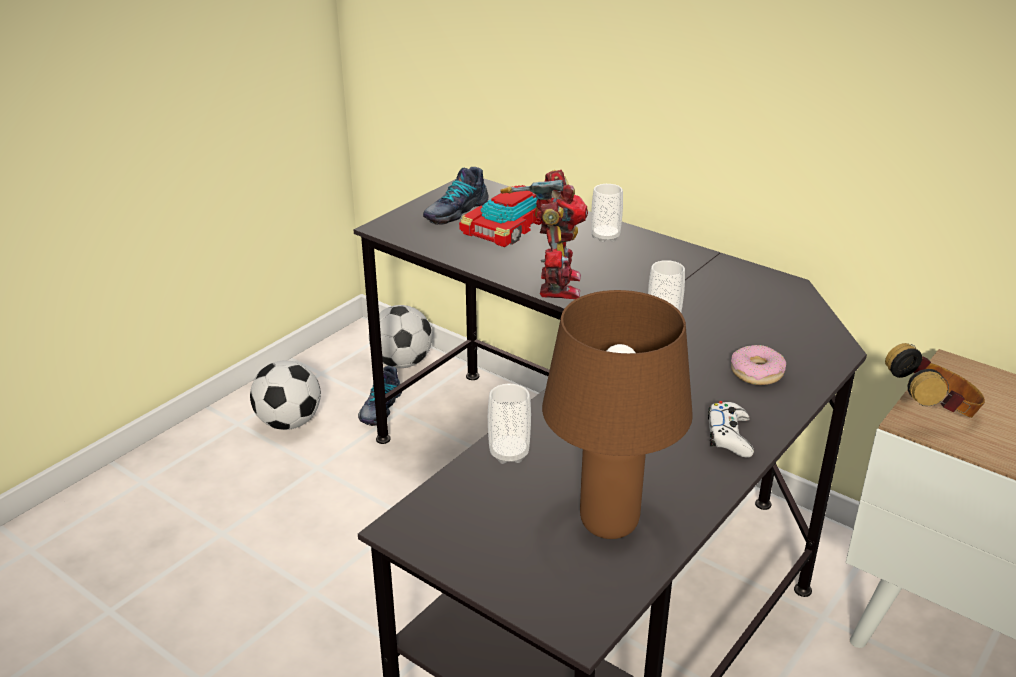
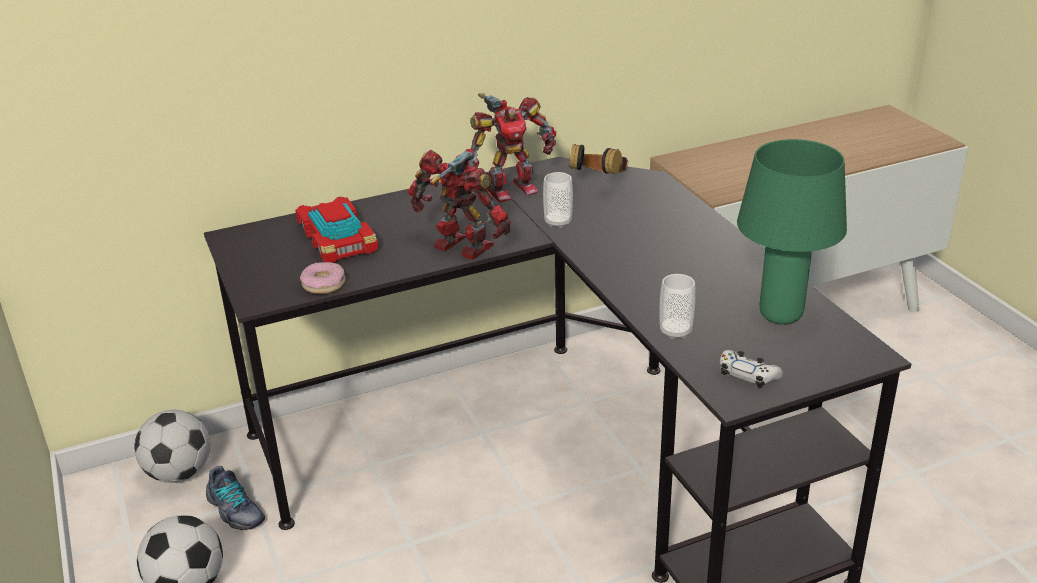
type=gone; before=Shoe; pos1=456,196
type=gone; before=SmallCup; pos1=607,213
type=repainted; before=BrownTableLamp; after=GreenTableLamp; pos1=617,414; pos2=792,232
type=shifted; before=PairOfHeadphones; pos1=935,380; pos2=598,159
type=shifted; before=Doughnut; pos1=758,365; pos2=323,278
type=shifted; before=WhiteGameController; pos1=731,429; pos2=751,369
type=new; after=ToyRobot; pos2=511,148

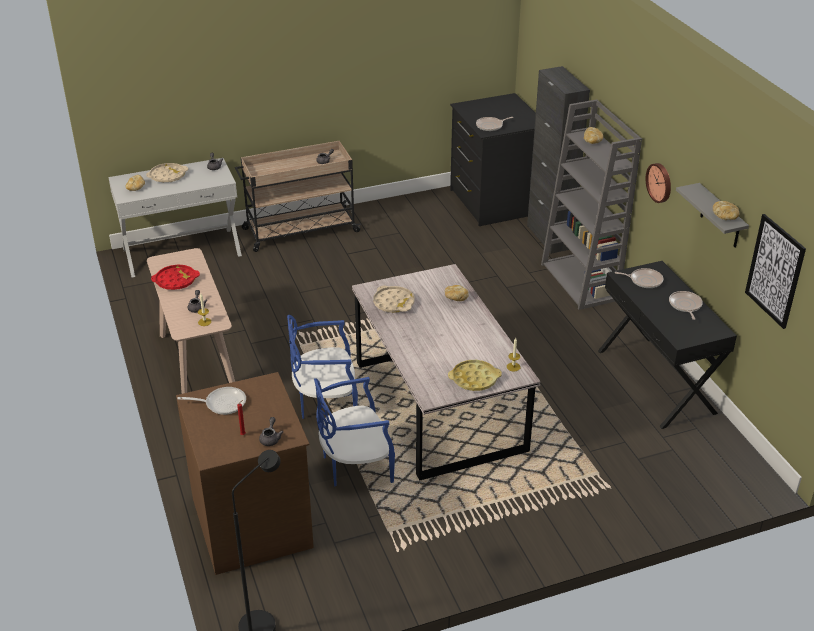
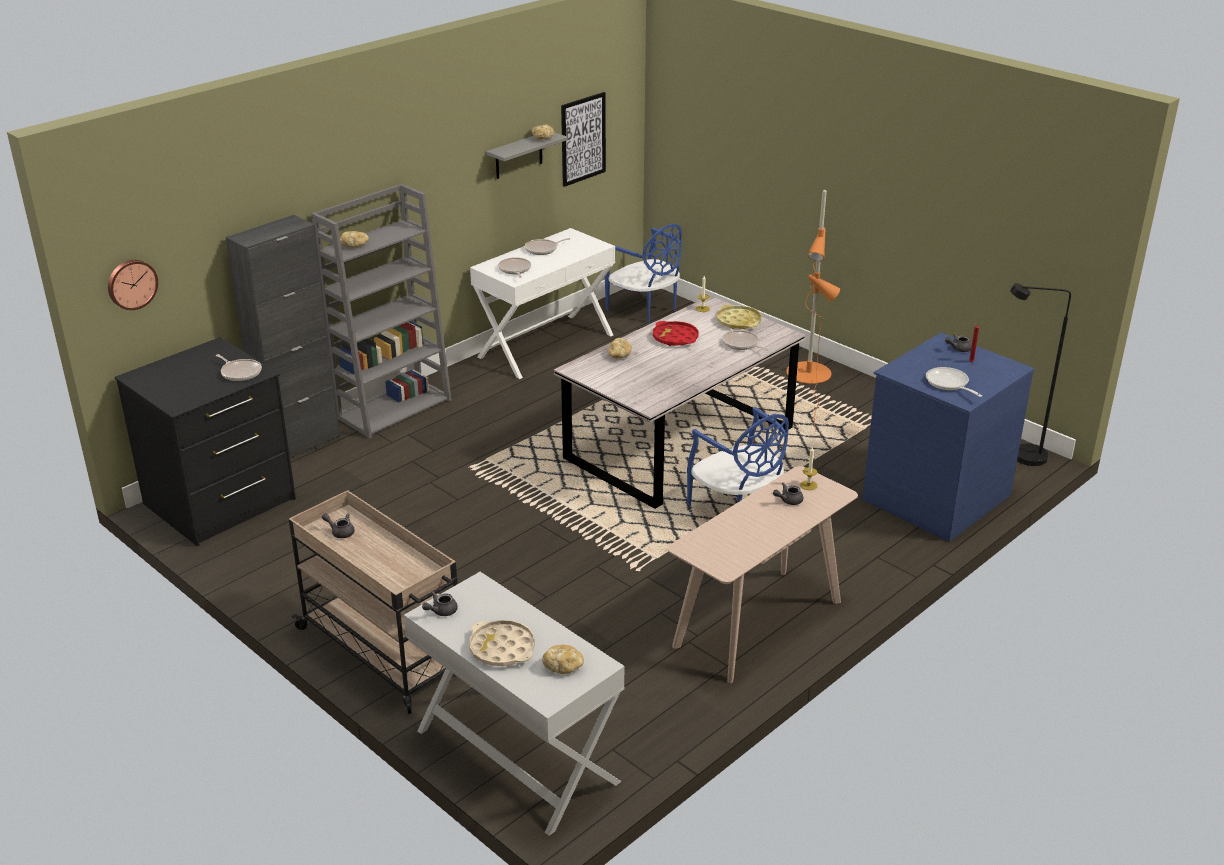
type=shifted; before=WallClock; pos1=658,183; pos2=133,285
type=repainted; before=BlackishConsoleTable; after=WhiteConsoleTable; pos1=667,345; pos2=542,303
type=shifted; before=RedCarryingTray; pos1=175,277; pos2=675,333
type=gone; before=BeigeCarryingTray; pos1=394,299
type=repainted; before=BrownDresser; after=BlueColouredDresser; pos1=245,473; pos2=948,437
type=shifted; before=BlueColouredChair; pos1=354,431; pos2=643,273
type=new; after=OrangeFloorLamp; pos2=813,310
type=new; after=Skillet; pos2=745,340

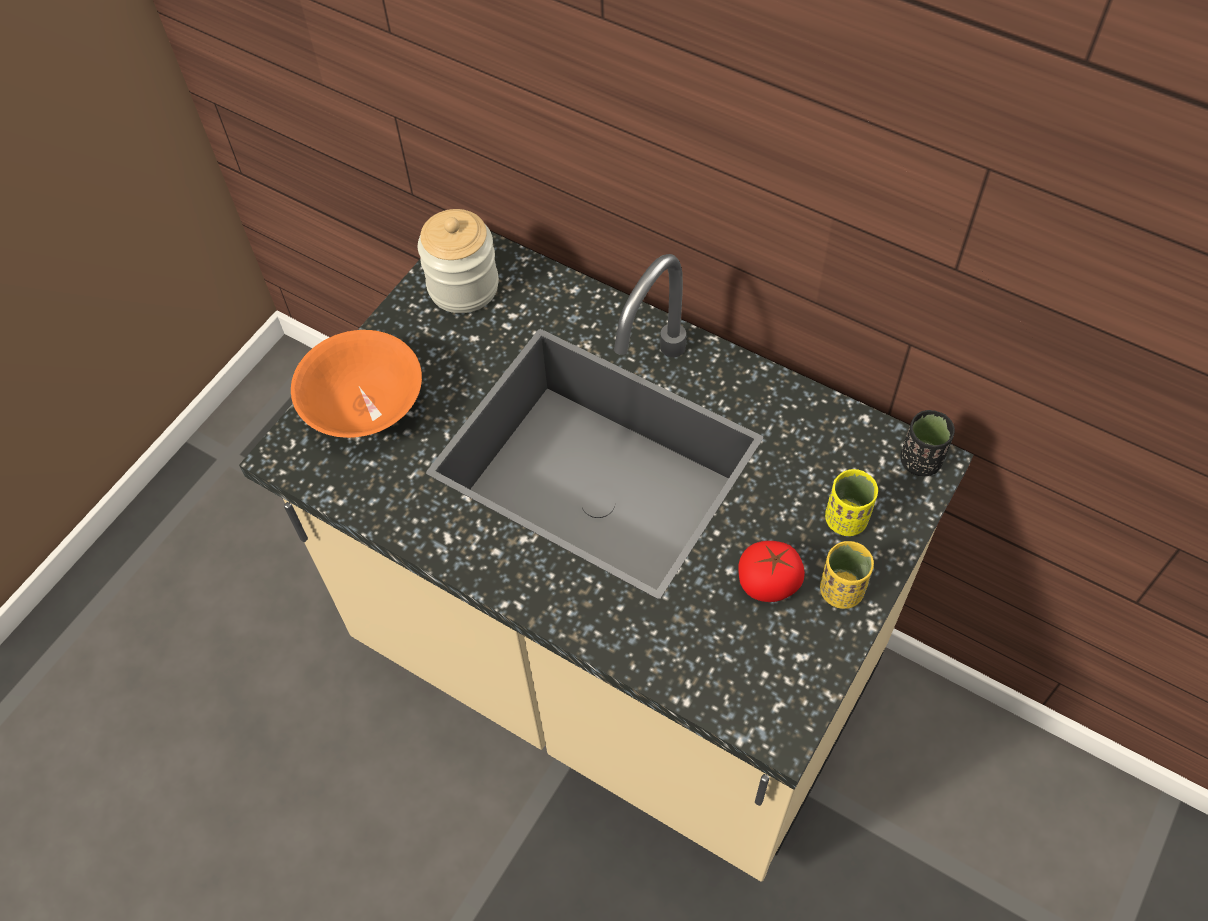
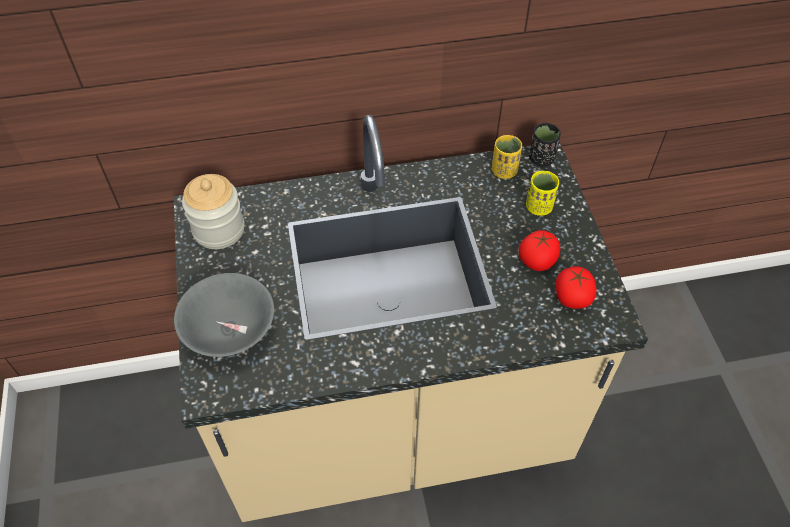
type=repainted; before=OrangeDeepDish; after=GreyDeepDish; pos1=356,384; pos2=224,315
type=shifted; before=YellowishSmallCup; pos1=847,575; pos2=507,157
type=new; after=Tomato; pos2=576,287

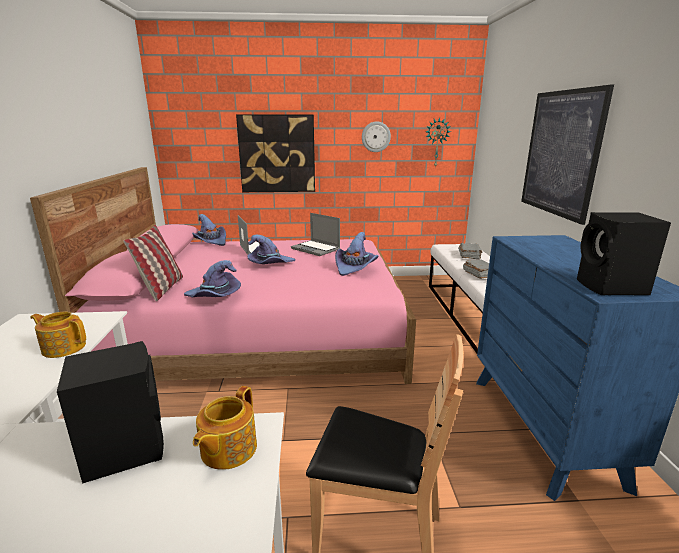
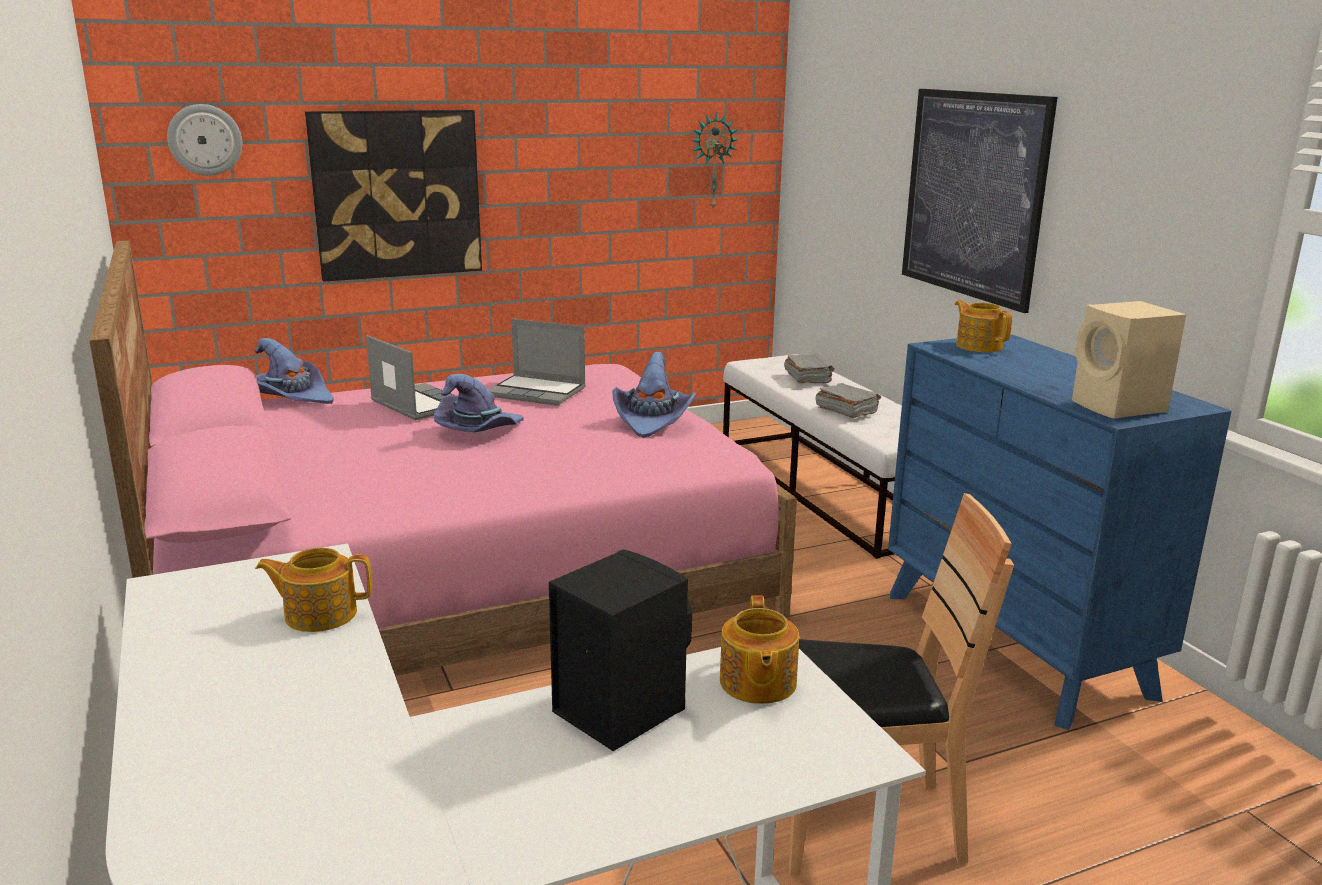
type=shifted; before=WallClock; pos1=376,136; pos2=204,140
type=repainted; before=BlackishLoudspeaker; after=BeigeLoudspeaker; pos1=624,253; pos2=1129,360
type=gone; before=Pillow; pos1=153,263
type=gone; before=PurpleColouredWearableHat; pos1=212,278
type=new; after=TeaPot; pos2=983,326

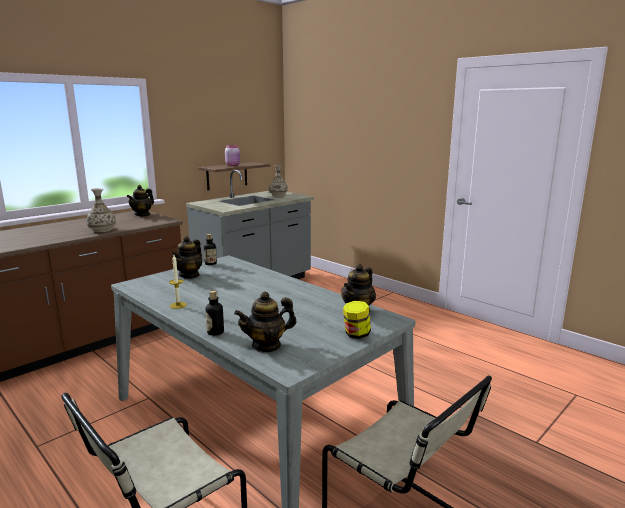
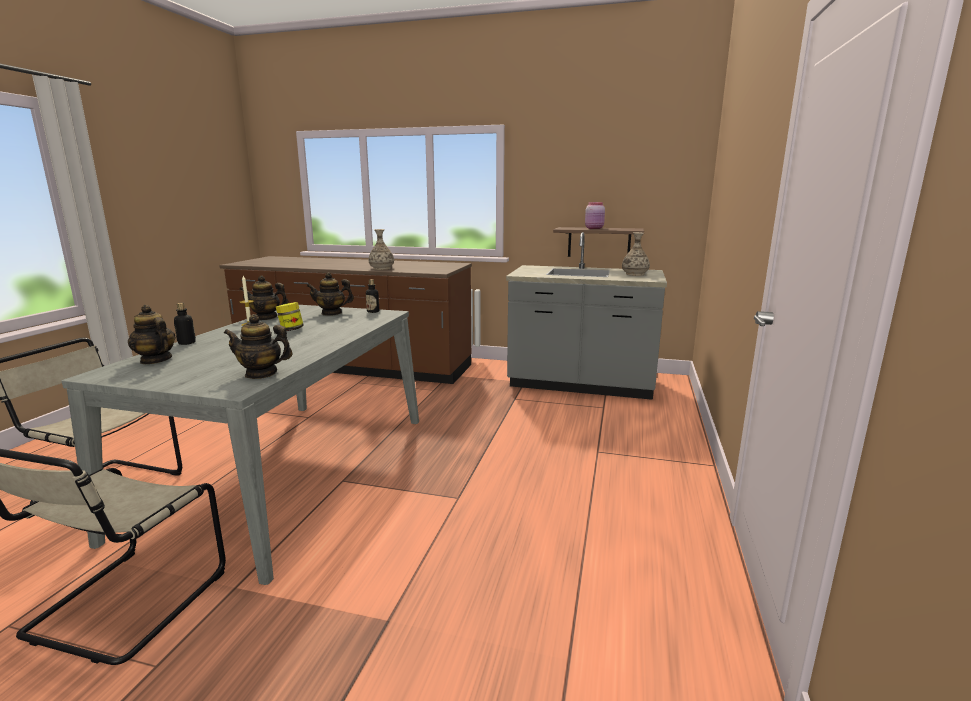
type=shifted; before=TeaPot; pos1=140,200; pos2=264,298
type=shifted; before=StorageJar; pos1=357,320; pos2=290,316

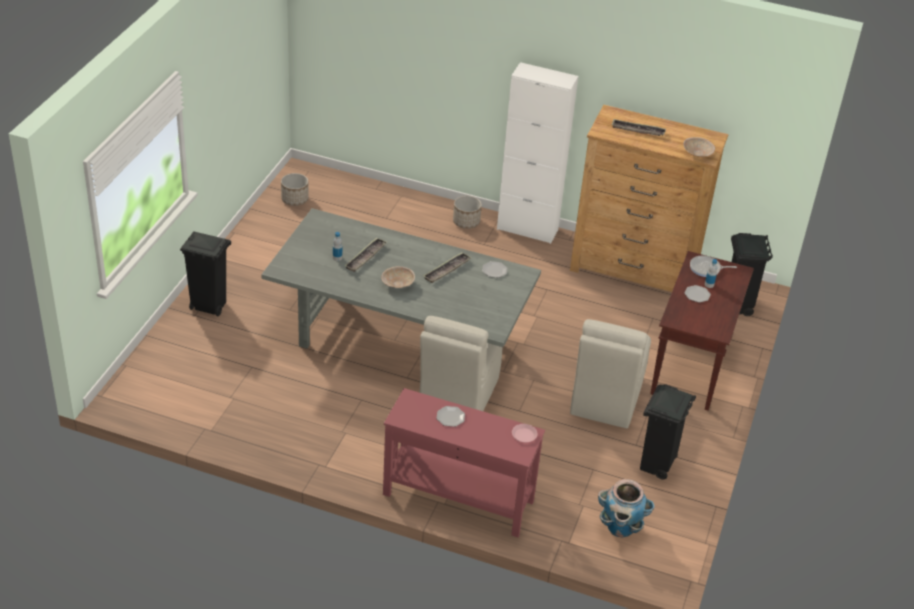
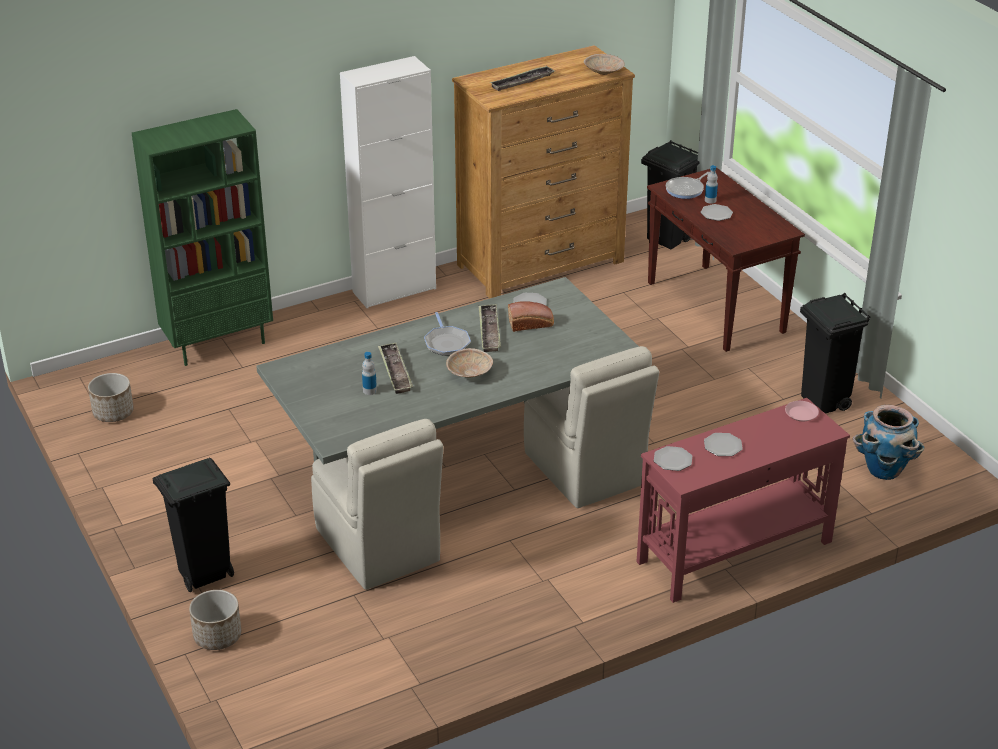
type=shifted; before=Planter; pos1=467,212; pos2=215,620
type=shifted; before=BeigeChair; pos1=610,373; pos2=377,504
type=new; after=GreenBookcase; pos2=202,237
type=new; after=Bread; pos2=531,316
type=new; after=Skillet; pos2=447,334
type=new; after=Plate; pos2=673,458

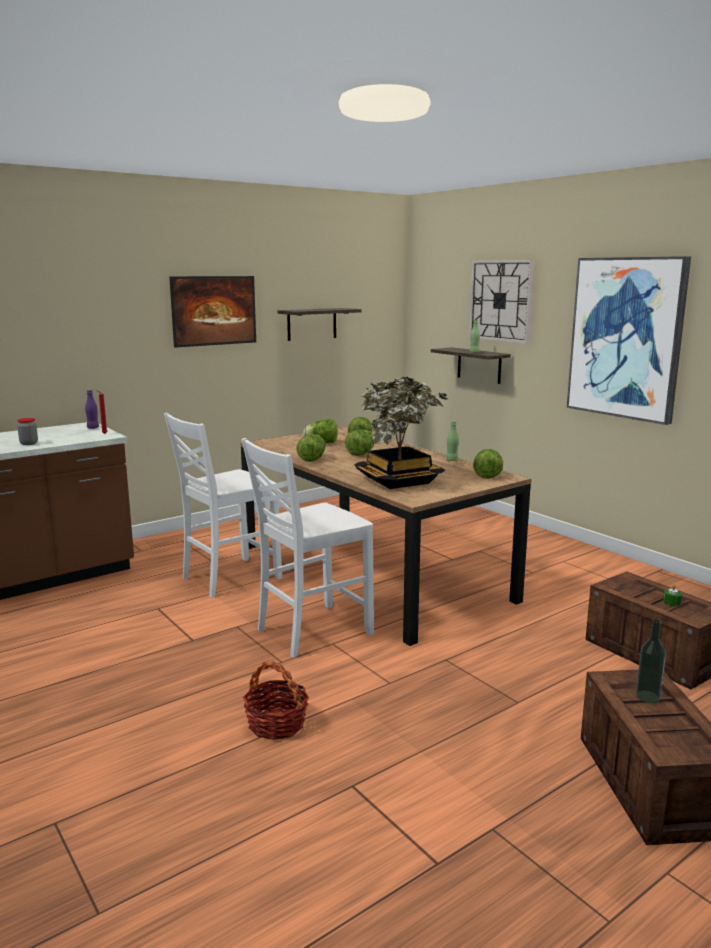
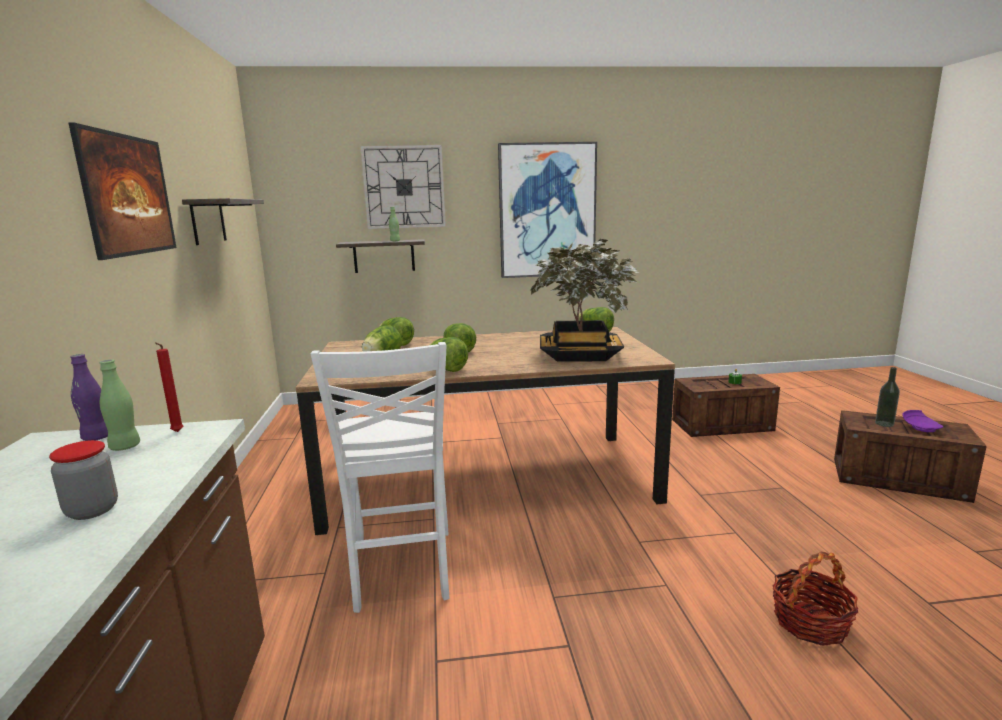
type=shifted; before=GreenDrinkBottle; pos1=452,441; pos2=120,405
type=gone; before=WhiteChair; pos1=308,548
type=new; after=PurpleColouredPlate; pos2=923,421

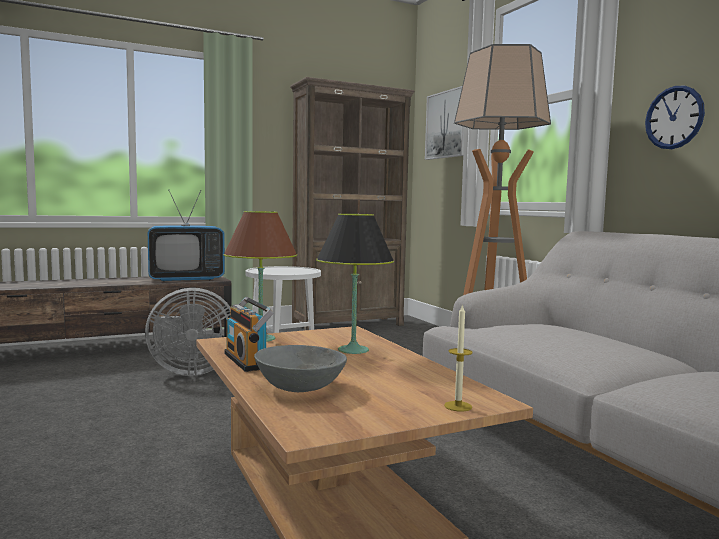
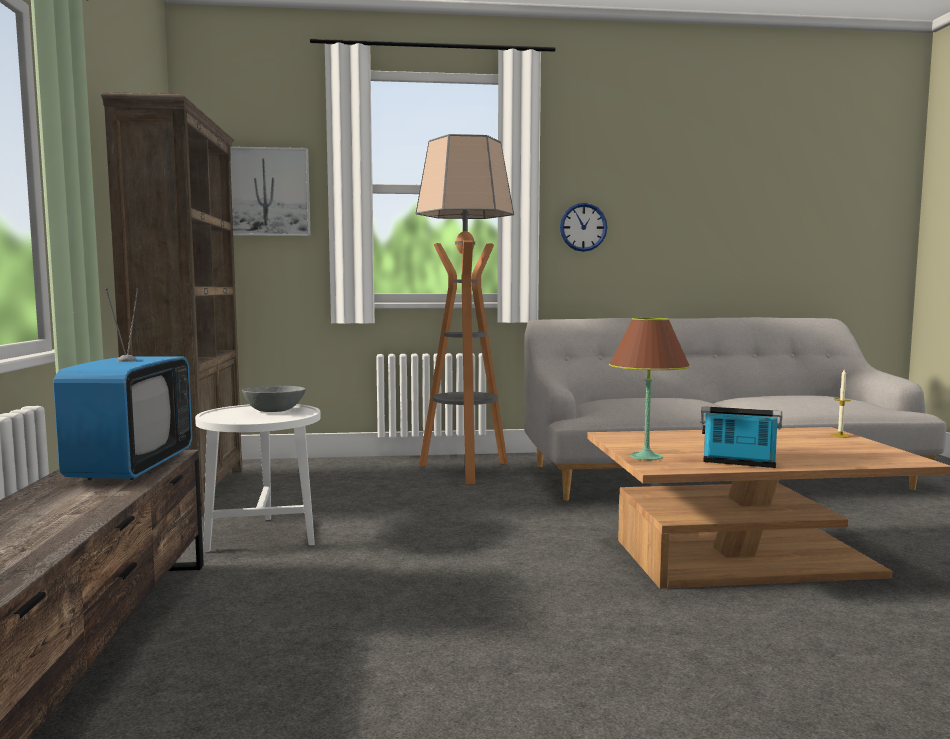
type=gone; before=BlackishTableLamp; pos1=355,284
type=gone; before=GreyCoolingFan; pos1=188,332
type=rotated; before=Radio; pos1=249,334; pos2=742,437; turn=-150
type=shifted; before=GreyDeepDish; pos1=300,368; pos2=274,399

